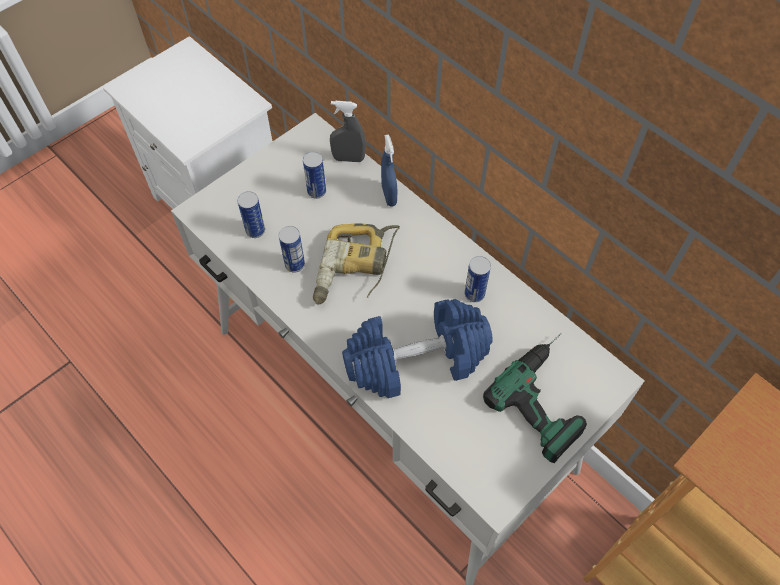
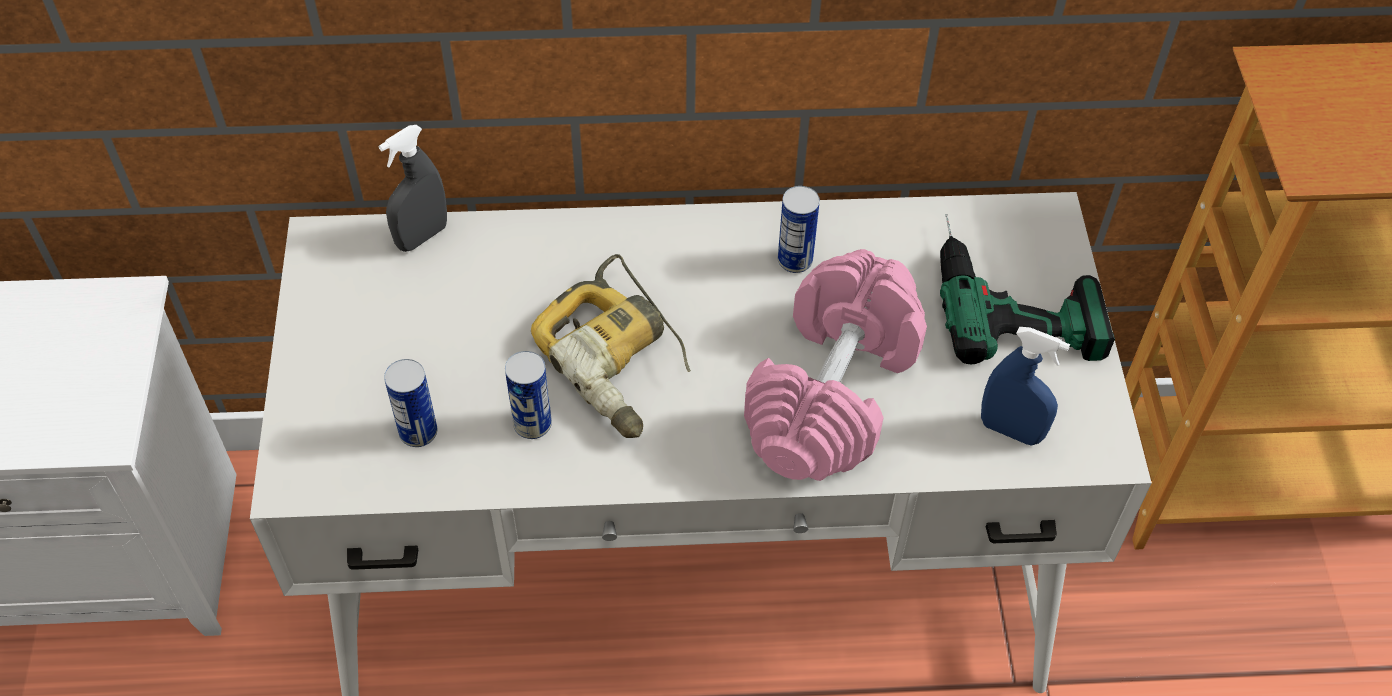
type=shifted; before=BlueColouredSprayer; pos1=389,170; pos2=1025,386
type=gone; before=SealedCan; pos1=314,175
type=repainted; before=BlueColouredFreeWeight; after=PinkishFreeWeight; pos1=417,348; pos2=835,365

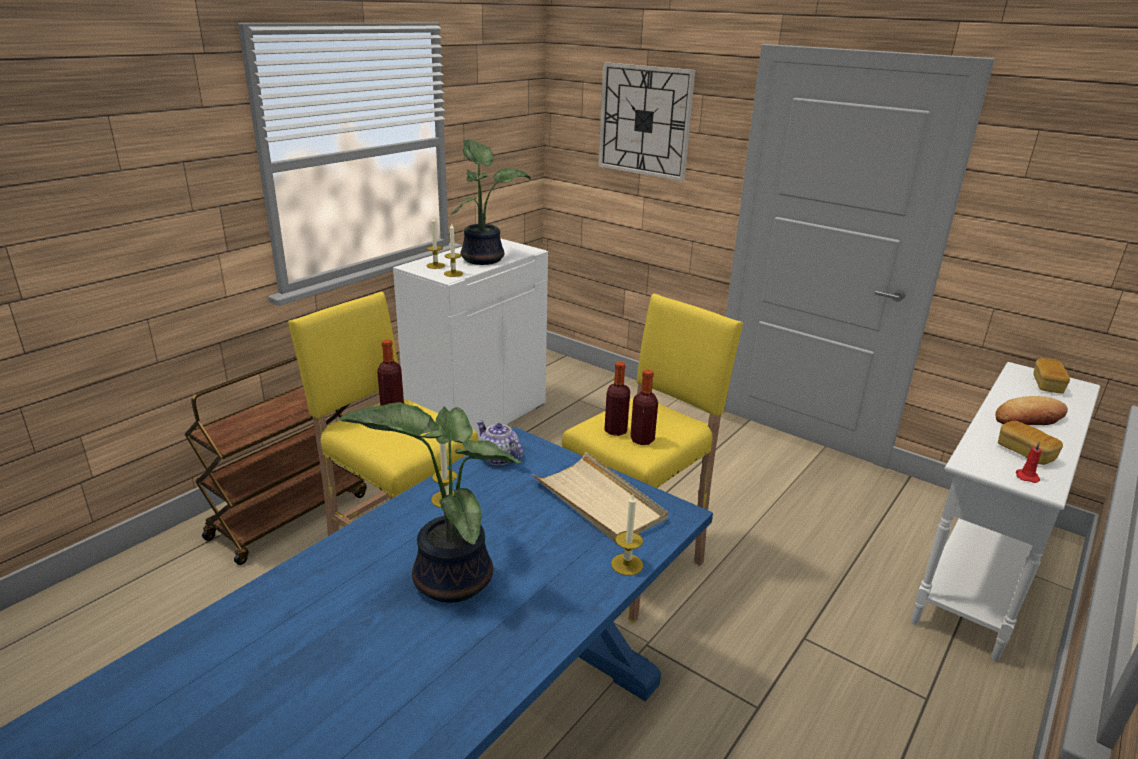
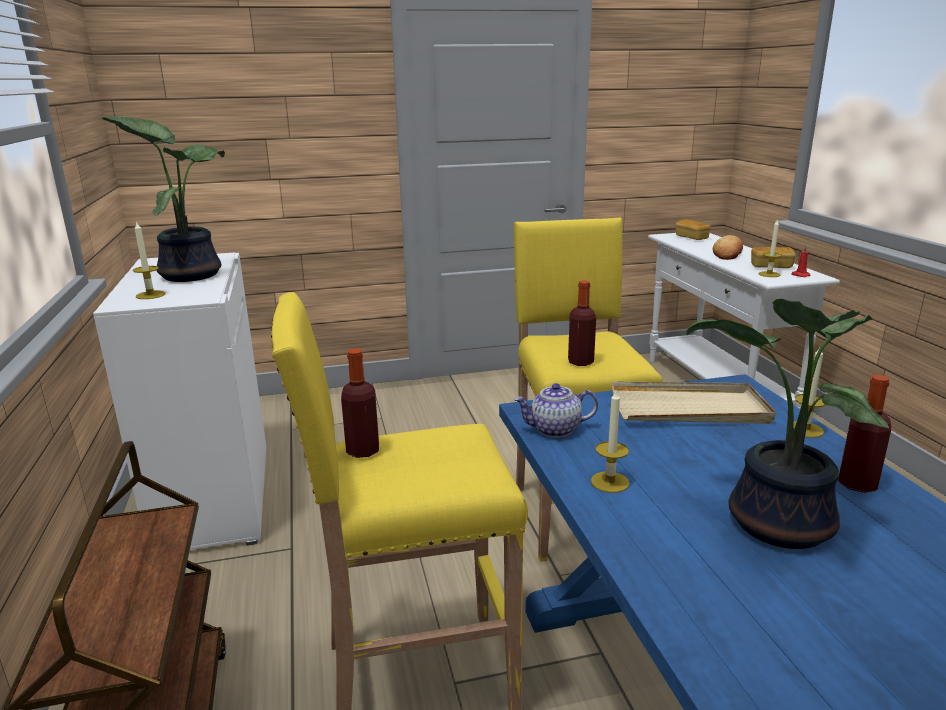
type=gone; before=WallClock; pos1=646,121
type=shifted; before=Candle; pos1=453,250; pos2=770,248
type=shifted; before=DrinkBottle; pos1=644,407; pos2=864,434

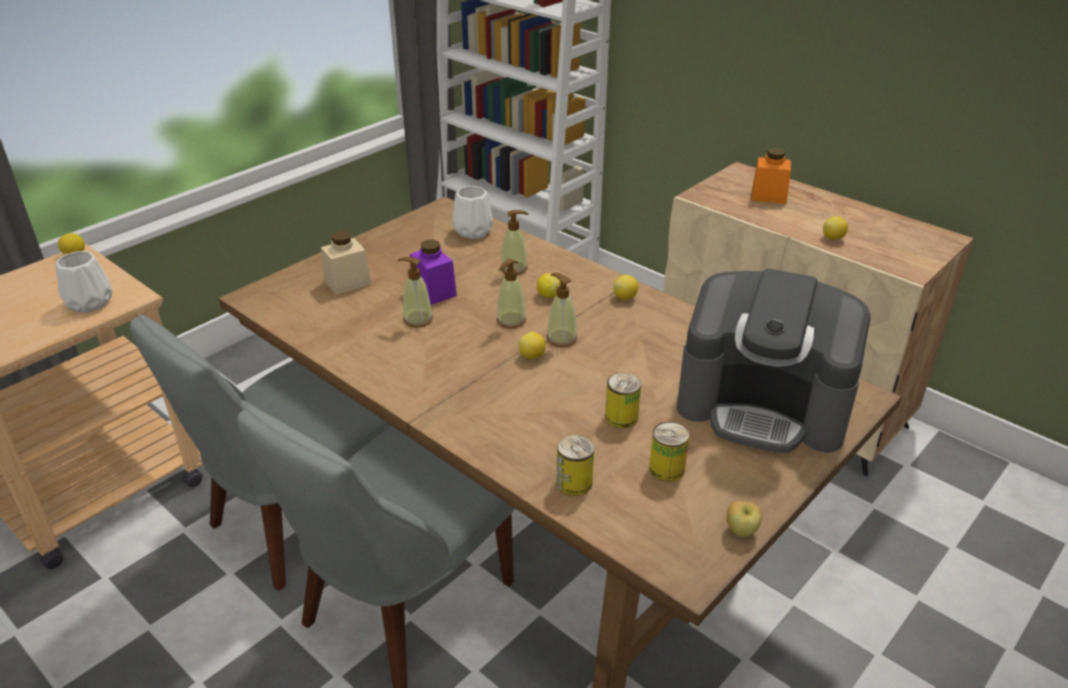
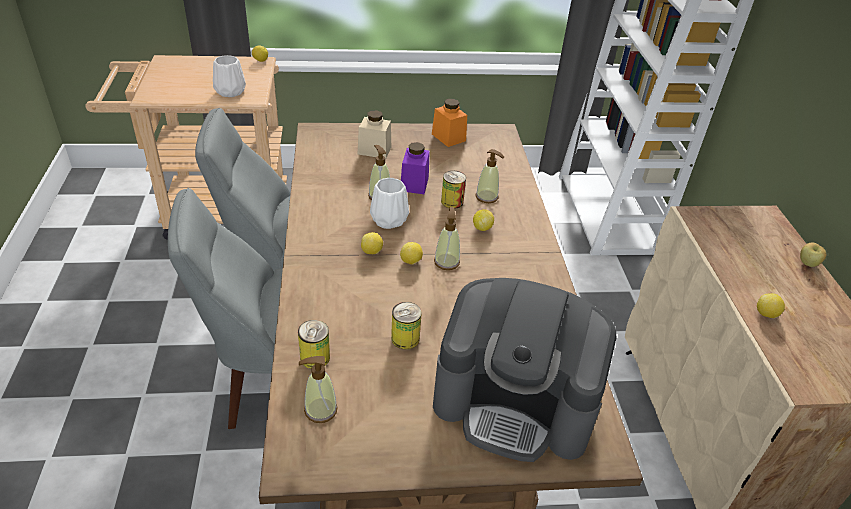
type=shifted; before=OrangeStorageJar; pos1=771,176; pos2=449,123
type=shifted; before=WhiteVase; pos1=472,212; pos2=389,203
type=shifted; before=LiquidSoapBottle; pos1=511,293; pos2=318,389
type=rotated; before=CoffeeMaker; pos1=774,361; pos2=524,370; turn=-45
type=shifted; before=CitrusFruit; pos1=626,287; pos2=372,243
type=shifted; before=SealedCan; pos1=669,452; pos2=453,190
type=shifted; before=AppleFruit; pos1=744,519; pos2=813,254

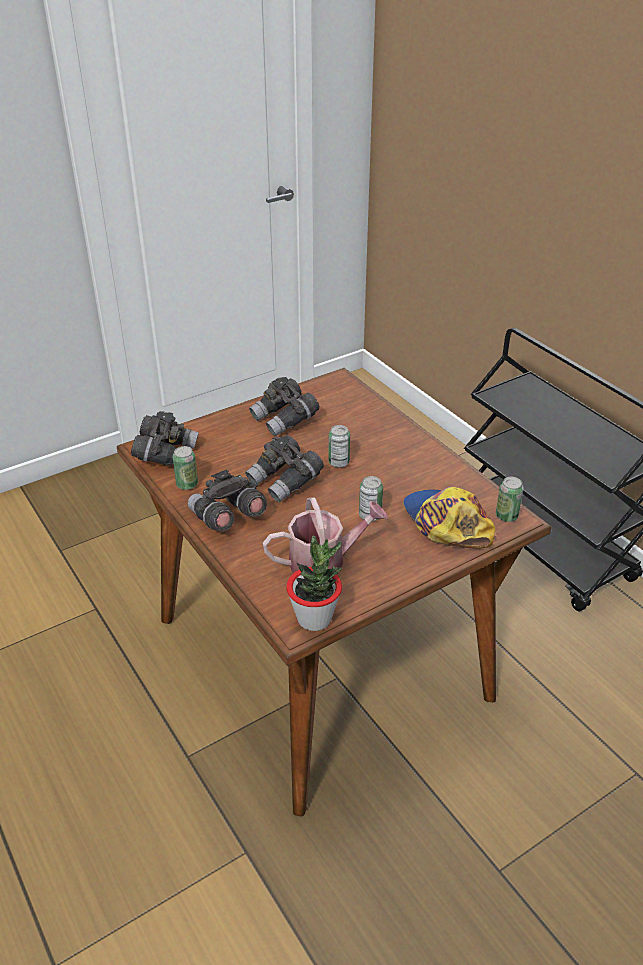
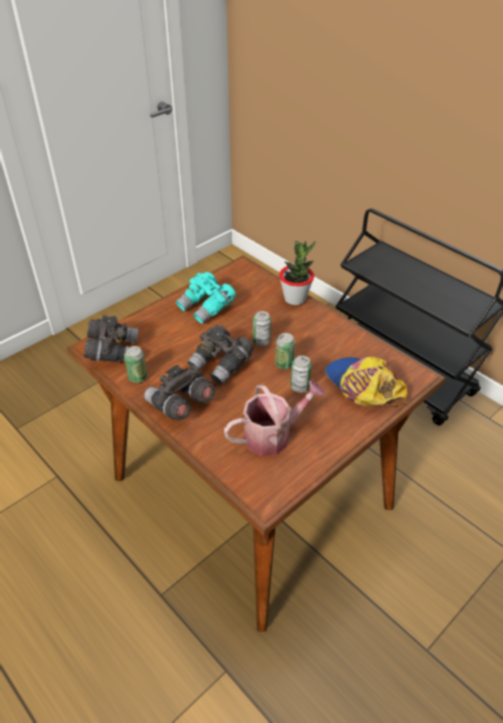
type=repainted; before=GreyBinoculars; after=TurquoiseBinoculars; pos1=284,406; pos2=206,298
type=shifted; before=SealedCan; pos1=510,499; pos2=285,351
type=shifted; before=PlantInAPot; pos1=314,583; pos2=297,272

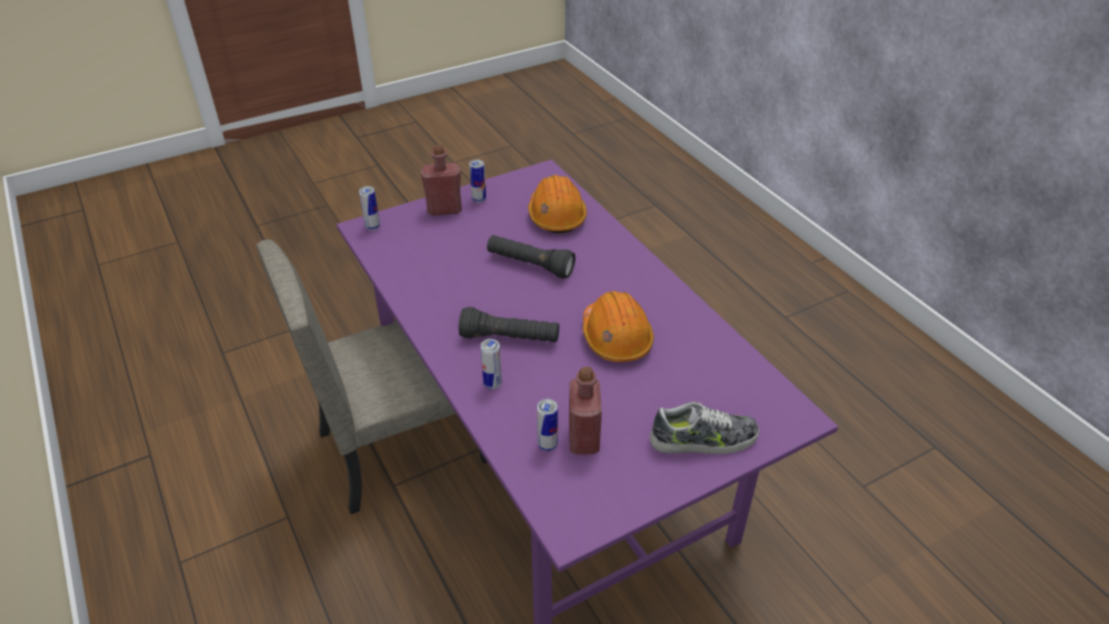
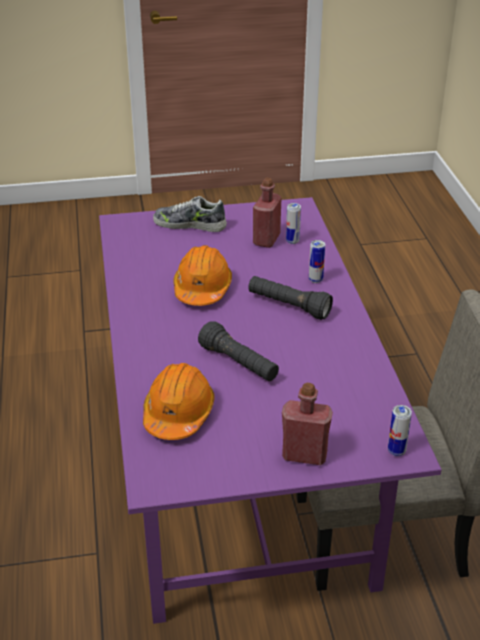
type=gone; before=SealedCan; pos1=477,181

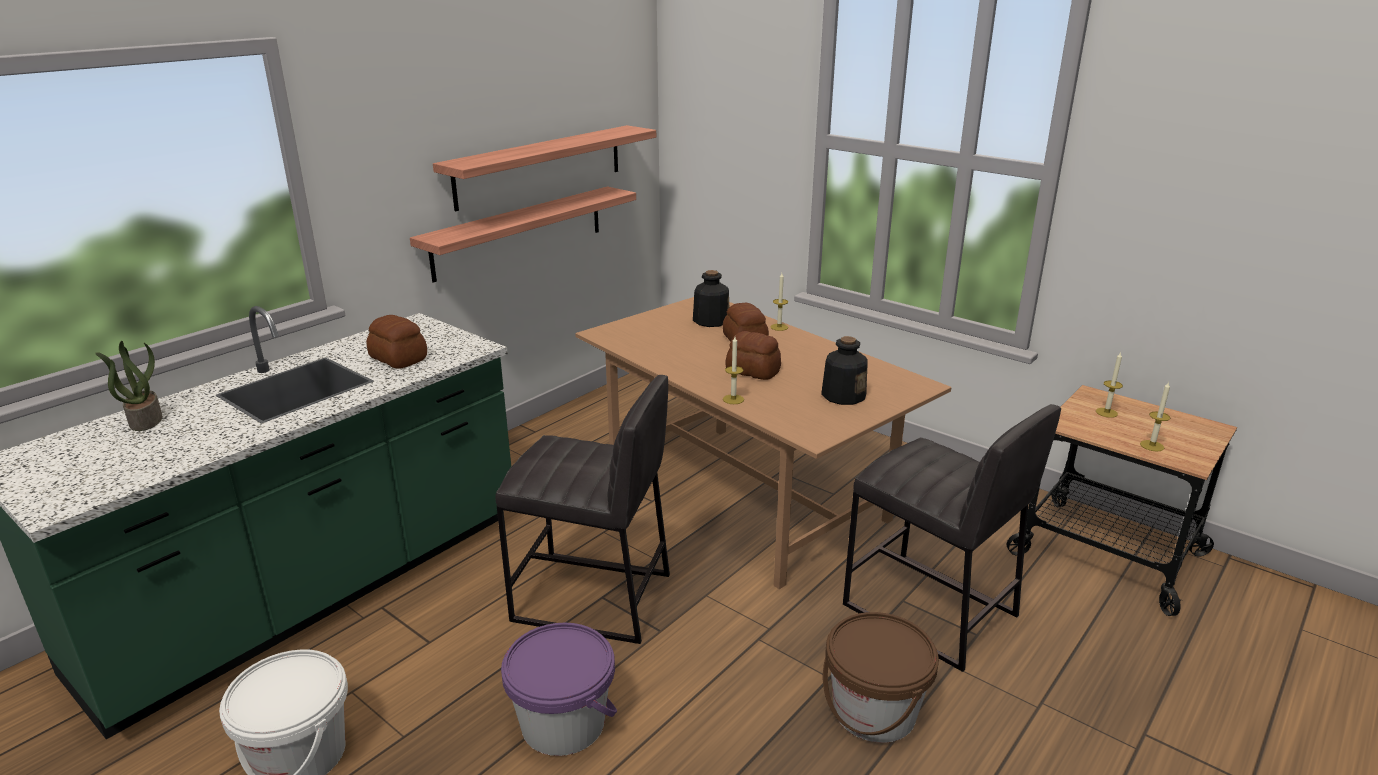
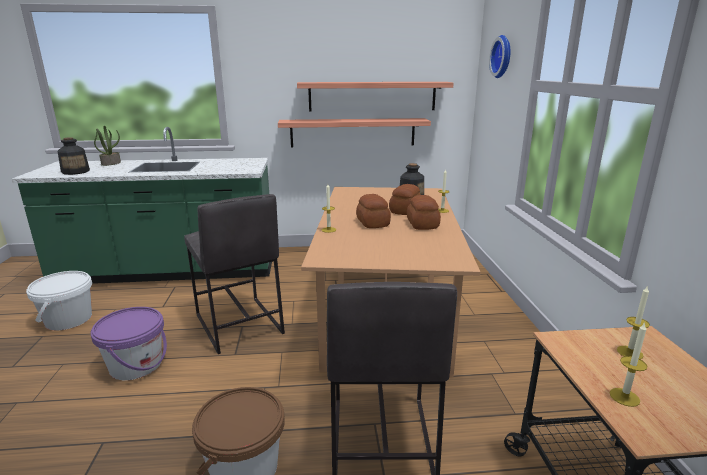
type=shifted; before=Bread; pos1=396,342; pos2=424,212
type=shifted; before=DrinkBottle; pos1=844,370; pos2=74,156
type=new; after=WallClock; pos2=500,56

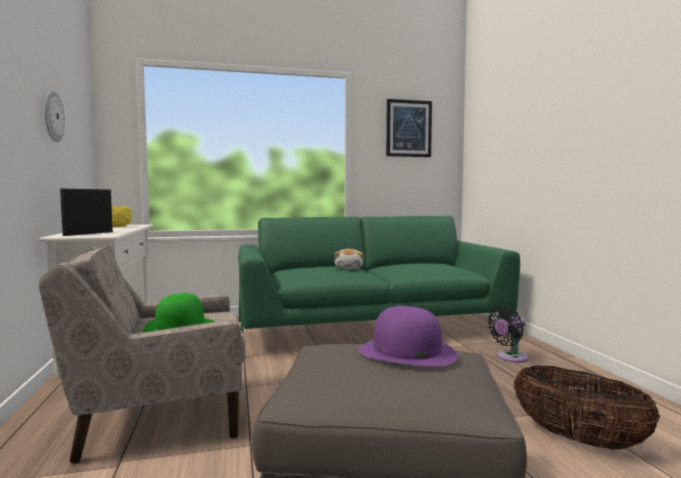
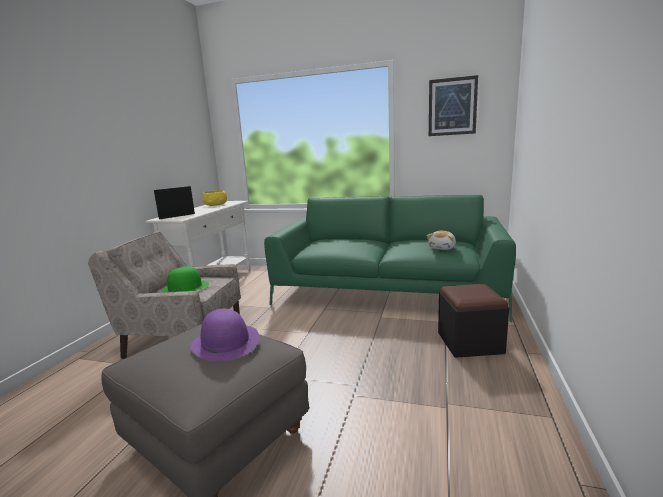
type=gone; before=WallClock; pos1=54,116
type=shifted; before=SoftToy; pos1=348,259; pos2=441,240
type=swapped; before=BlackishCoolingFan; after=BlackishOttoman; pos1=508,334; pos2=473,321
type=gone; before=StorageBasket; pos1=587,407

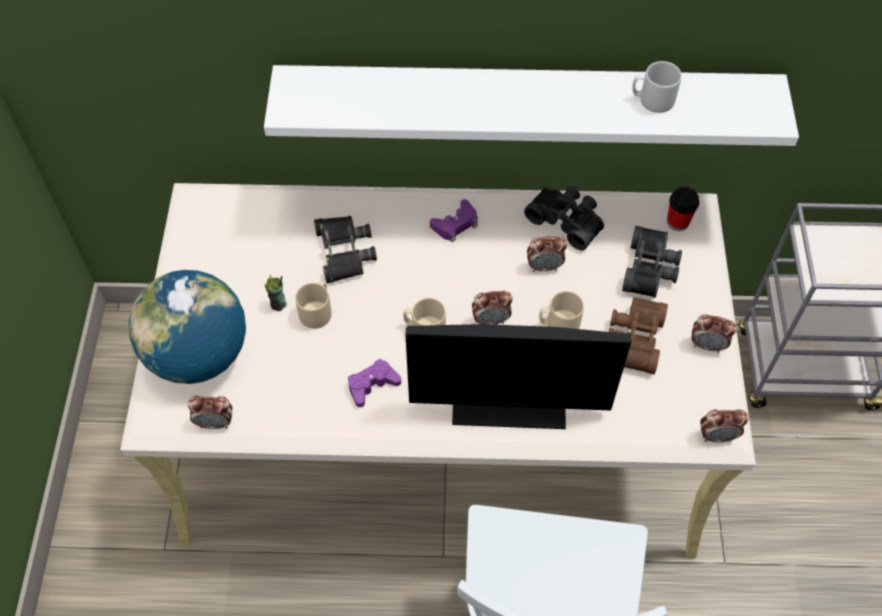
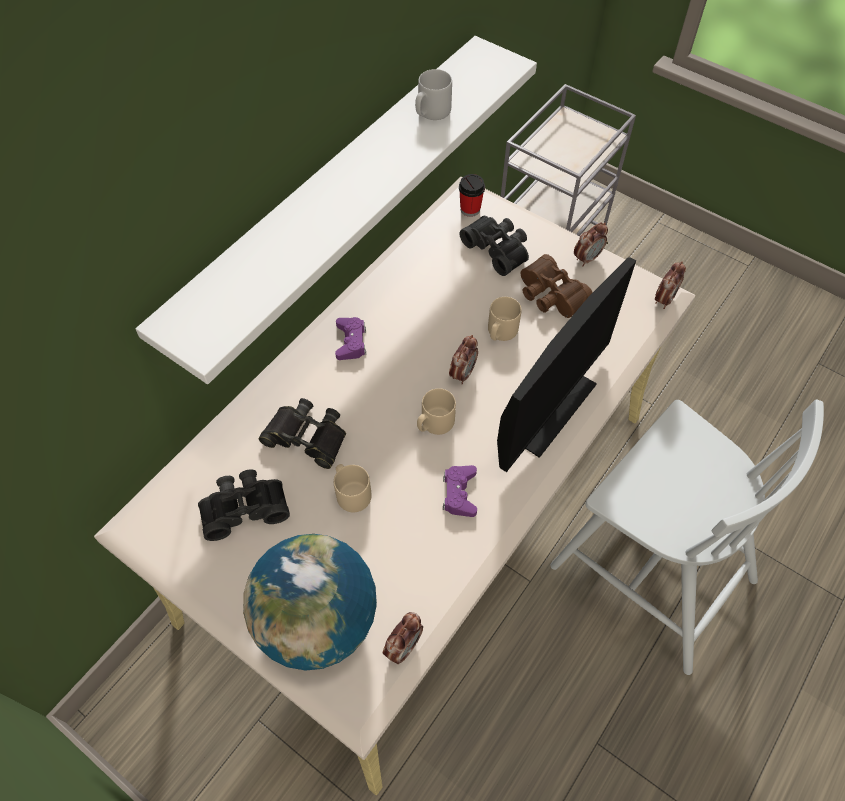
type=shifted; before=BlackishBinoculars; pos1=564,218; pos2=244,505
type=gone; before=TableClock; pos1=547,254
type=gone; before=SmallCup; pos1=276,293

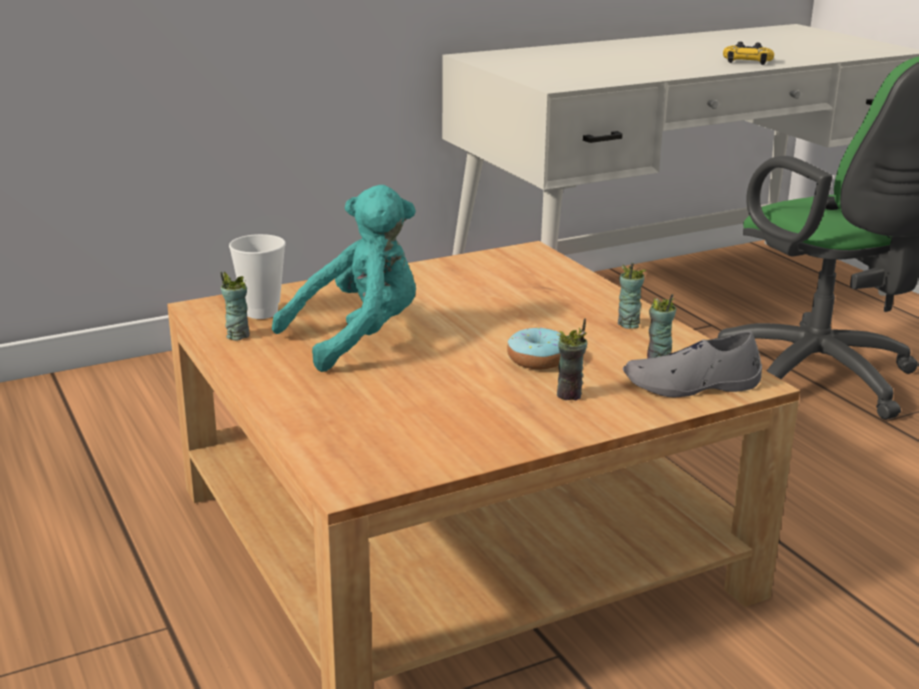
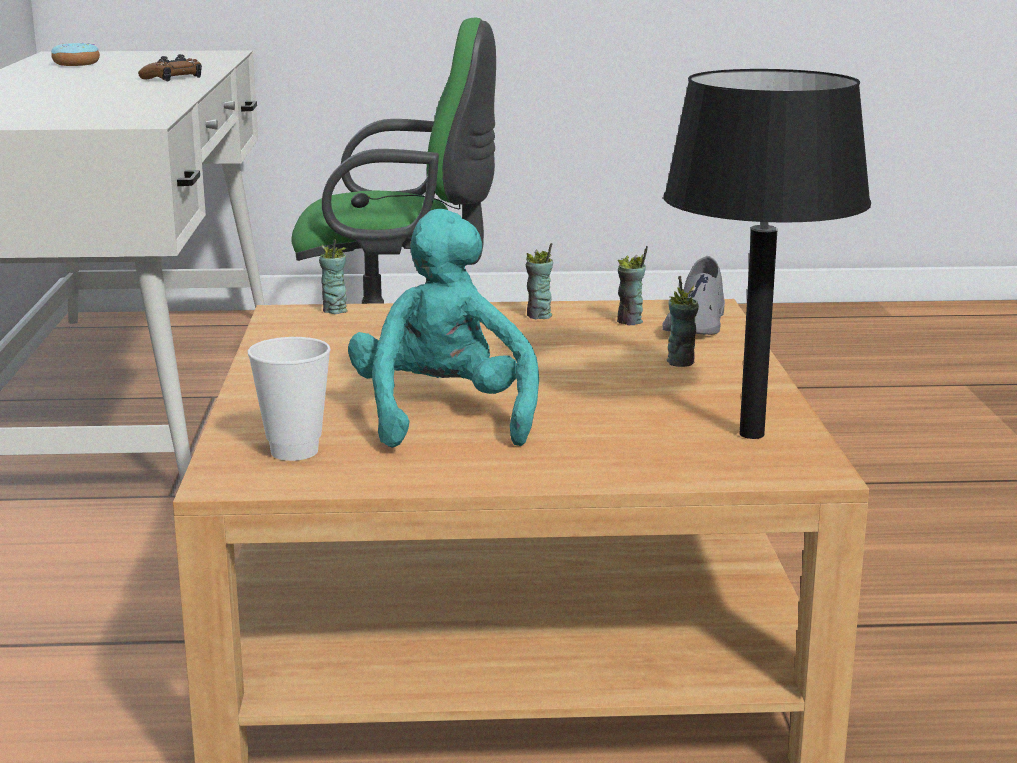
type=repainted; before=YellowishGameController; after=BrownGameController; pos1=748,53; pos2=170,67
type=shifted; before=SmallCup; pos1=235,306; pos2=333,277
type=shifted; before=Doughnut; pos1=534,348; pos2=75,54
type=new; after=BlackishTableLamp; pos2=767,254

